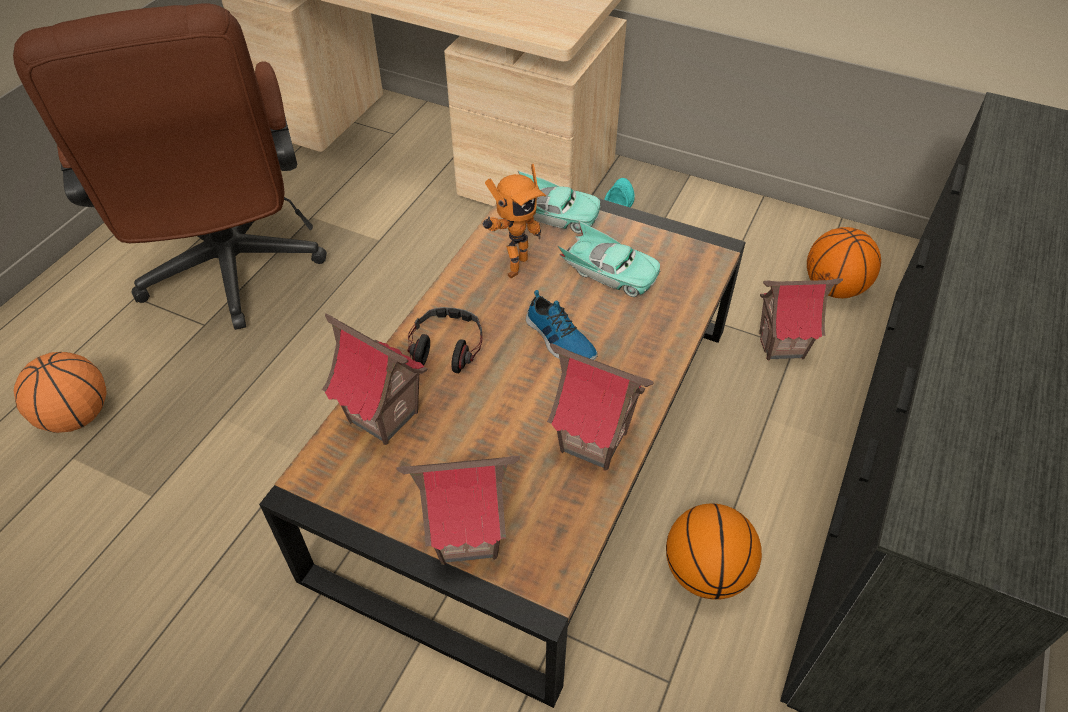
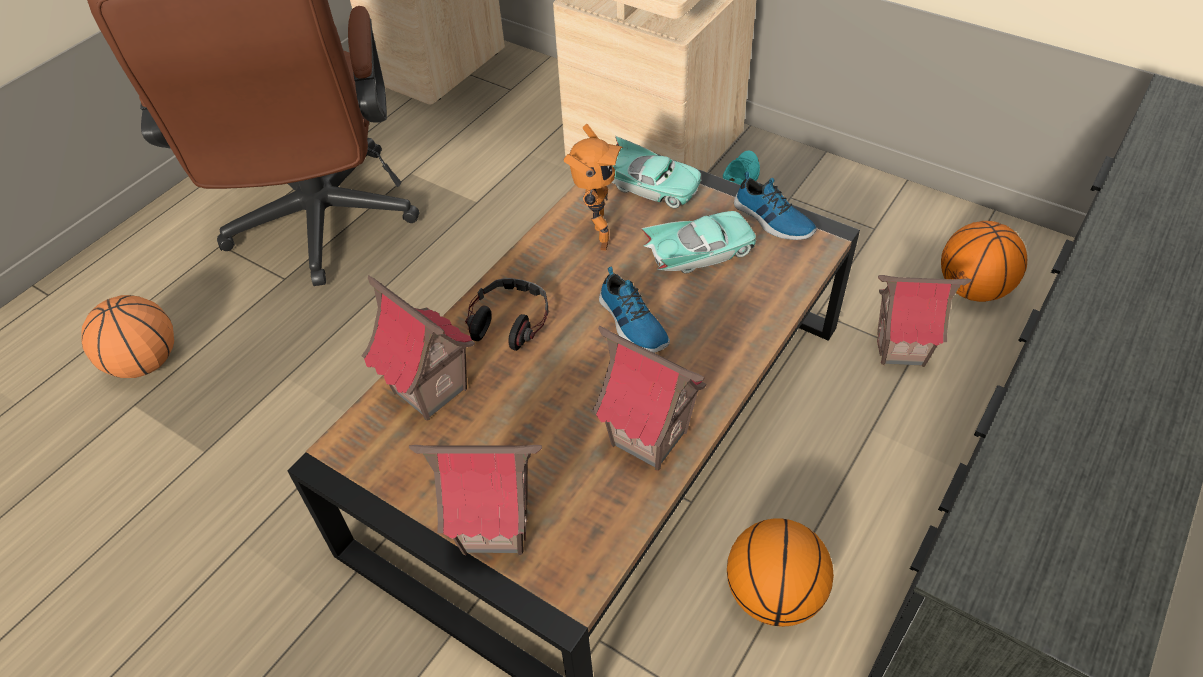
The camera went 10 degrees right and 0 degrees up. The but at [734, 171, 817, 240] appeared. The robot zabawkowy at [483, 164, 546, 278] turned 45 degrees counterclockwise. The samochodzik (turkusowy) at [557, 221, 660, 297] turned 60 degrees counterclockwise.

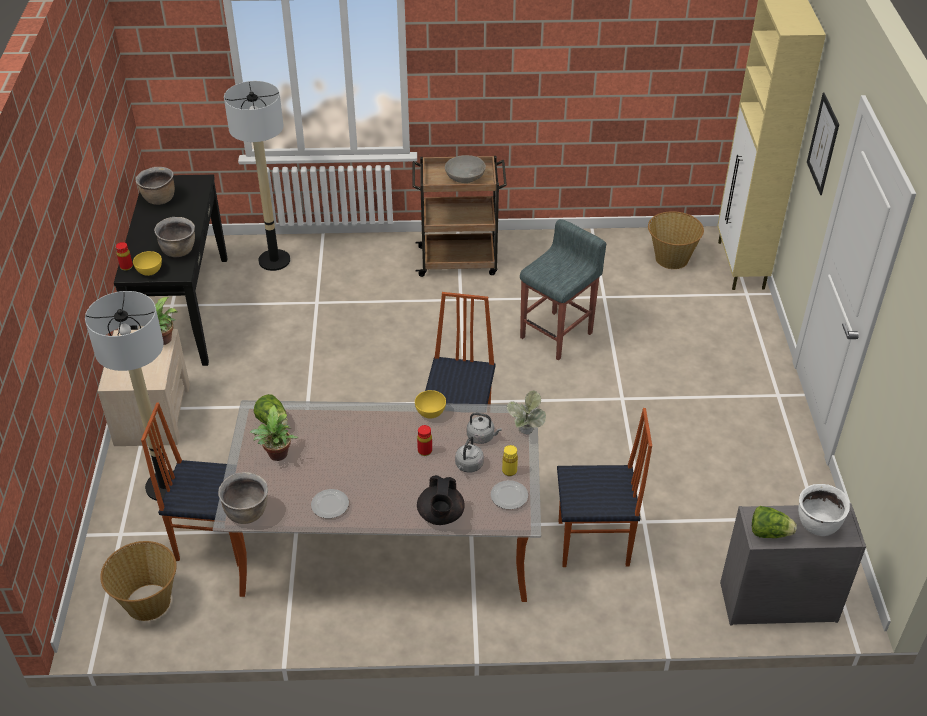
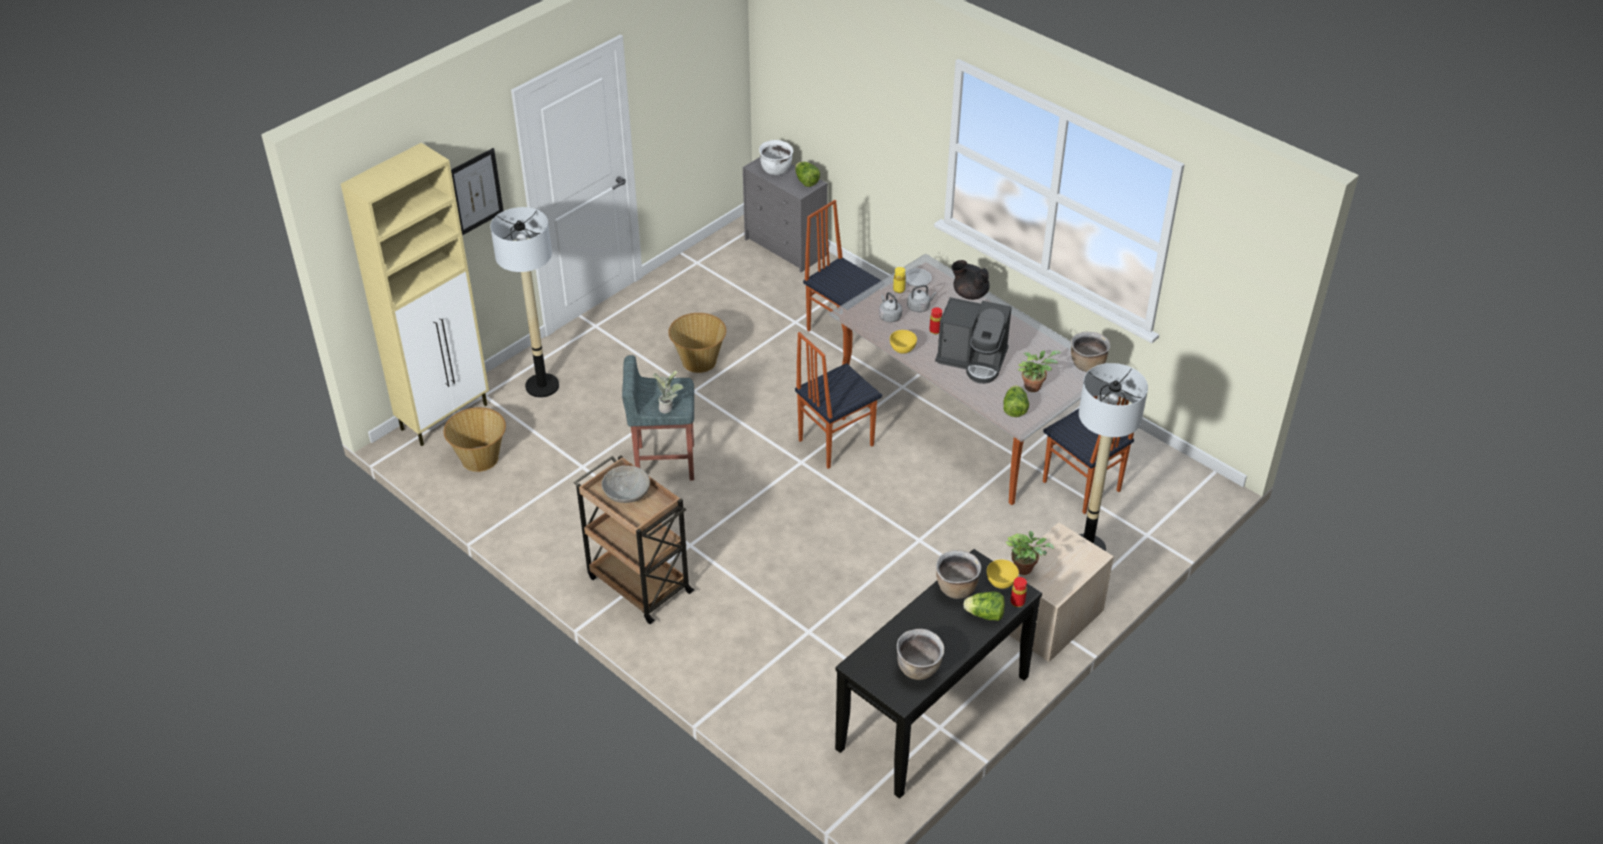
The camera went 135 degrees left and 0 degrees up. The talerz at [311, 489, 349, 518] disappeared. The ekspres do kawy at [935, 297, 1012, 384] appeared. The sałata at [963, 592, 1005, 621] appeared. The koszyk moved from [100, 541, 177, 621] to [668, 313, 726, 373]. The lampa stojąca moved from [224, 81, 290, 271] to [490, 207, 559, 398]. The roślina doniczkowa moved from [506, 391, 546, 435] to [652, 371, 684, 414]. The imbryk (czarny) at [417, 475, 465, 525] turned 105 degrees counterclockwise.

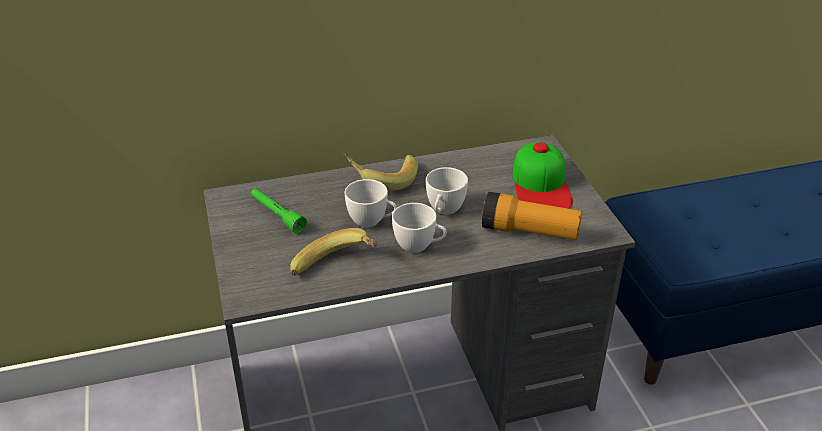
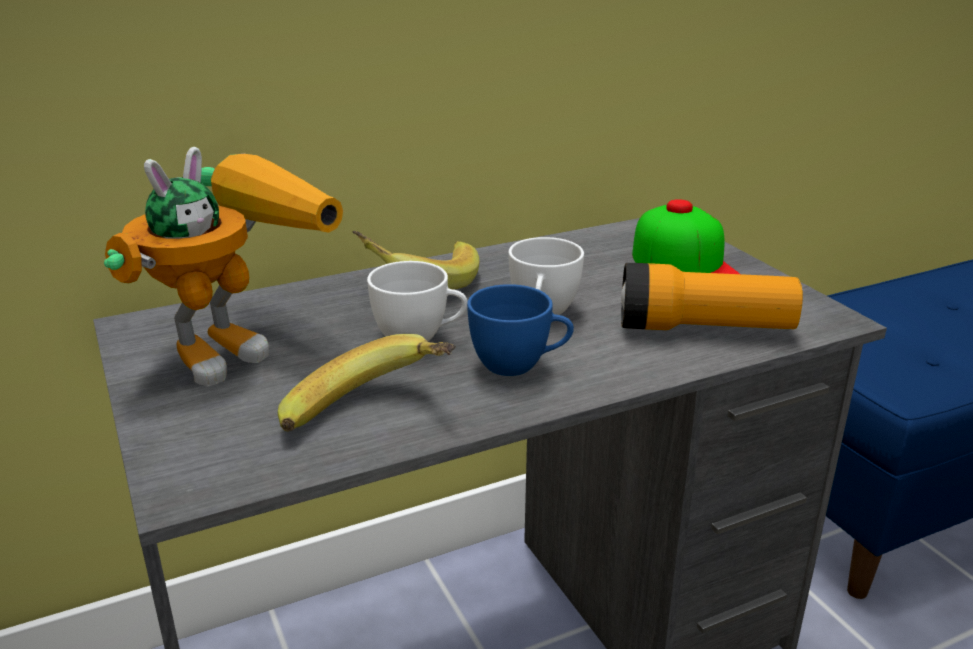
The camera went 10 degrees left and 10 degrees down. The latarka (zielony) at [251, 188, 307, 233] was replaced by the robot zabawkowy at [104, 147, 343, 386]. The filiżanka (biały) at [392, 203, 447, 253] became the filiżanka (niebieski) at [467, 284, 574, 376].

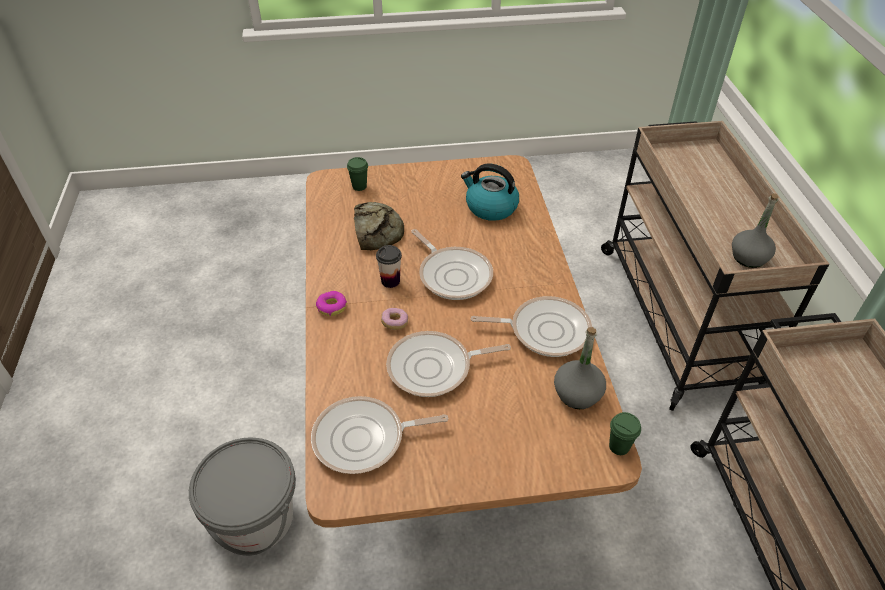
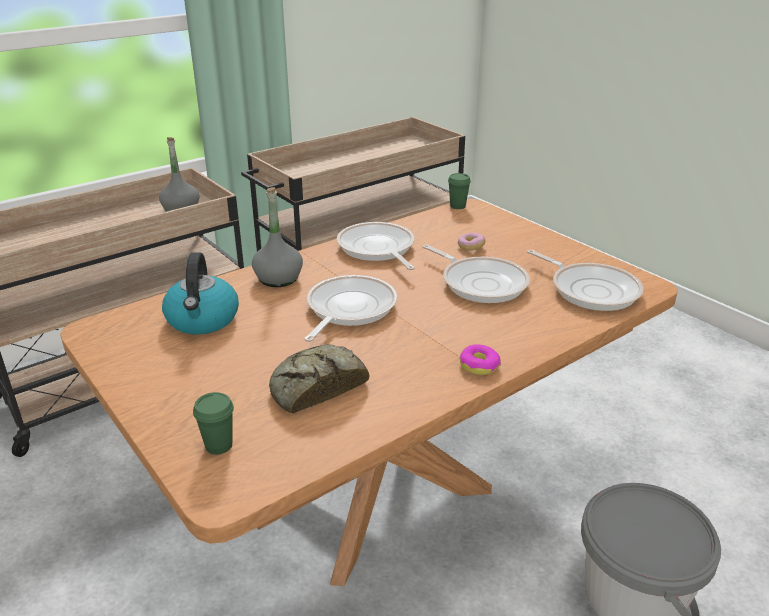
The camera went 120 degrees left and 15 degrees down. The filiżanka at [376, 245, 402, 288] disappeared. The donut moved from [381, 308, 408, 330] to [458, 233, 485, 250]. The butelka (szary) moved from [554, 327, 606, 409] to [252, 187, 303, 287].

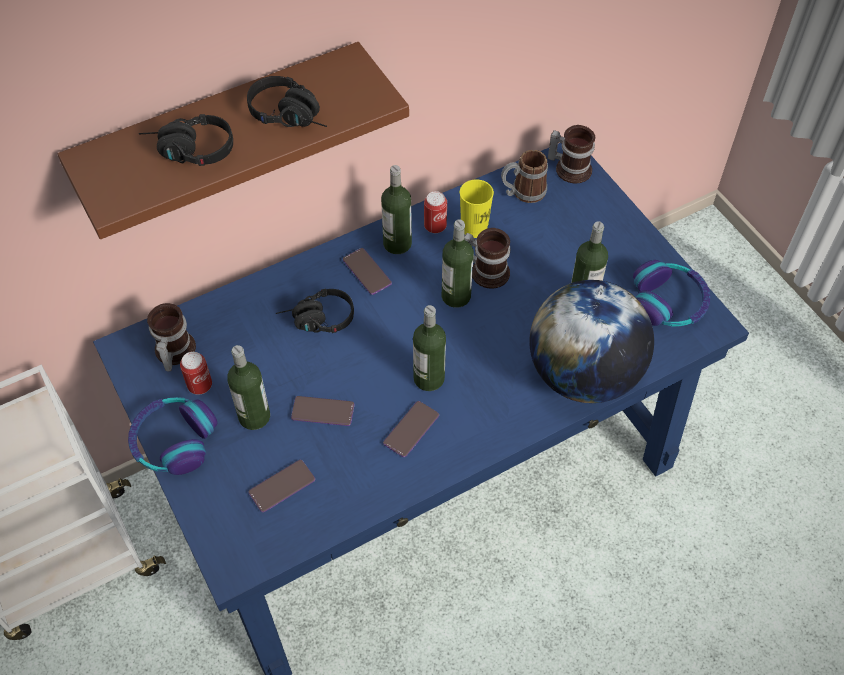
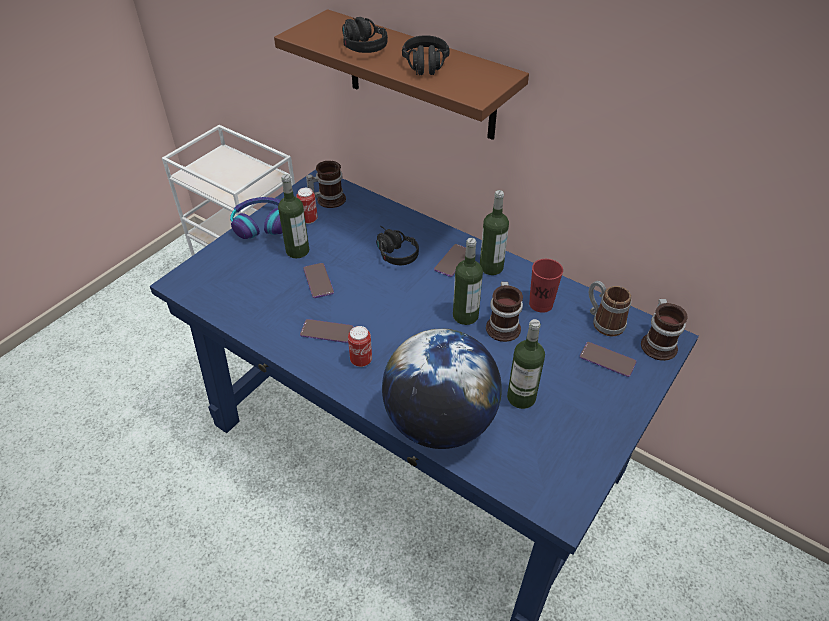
The camera went 65 degrees right and 10 degrees down. The butelka at [413, 305, 446, 391] disappeared. The słuchawki at [633, 260, 710, 326] disappeared. The telefon moved from [248, 460, 315, 512] to [580, 342, 636, 377]. The puszka moved from [424, 191, 447, 233] to [348, 326, 372, 367]. The filiżanka (żółty) at [460, 179, 494, 238] became the filiżanka (czerwony) at [529, 259, 563, 313].

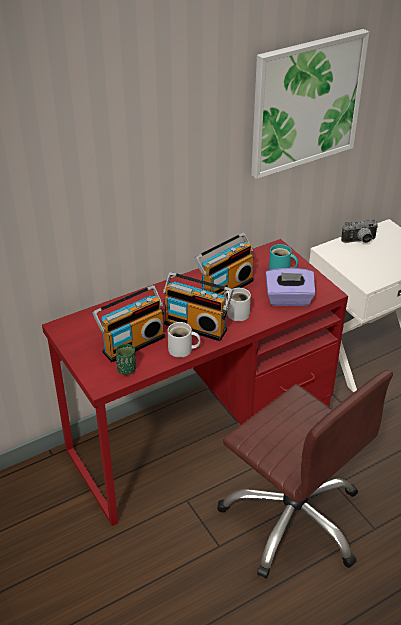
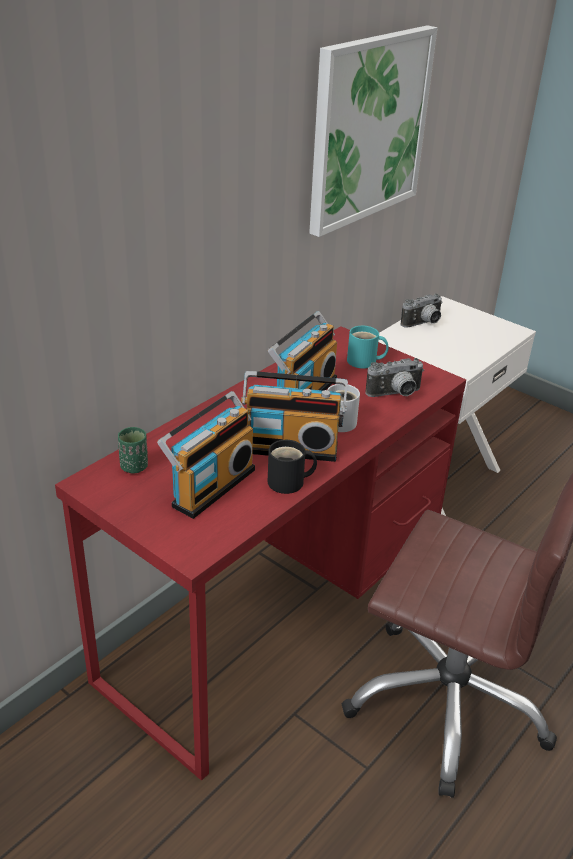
The camera went 20 degrees left and 5 degrees down. The filiżanka (zielony) moved from [116, 343, 136, 375] to [118, 427, 148, 474]. The pudełko chusteczek (fioletowy) at [266, 268, 316, 306] was replaced by the aparat fotograficzny at [366, 358, 424, 397]. The kubek (biały) at [168, 322, 201, 358] became the kubek (czarny) at [268, 440, 317, 494].

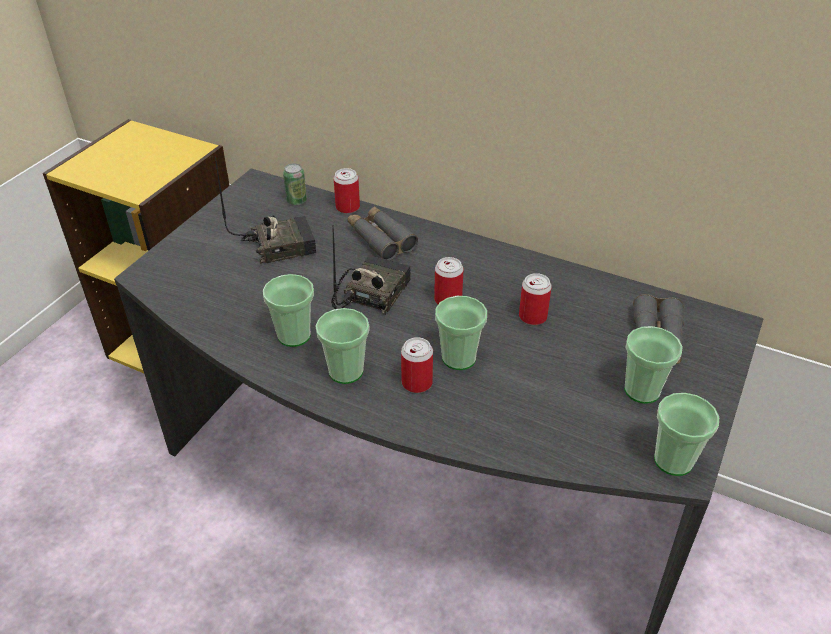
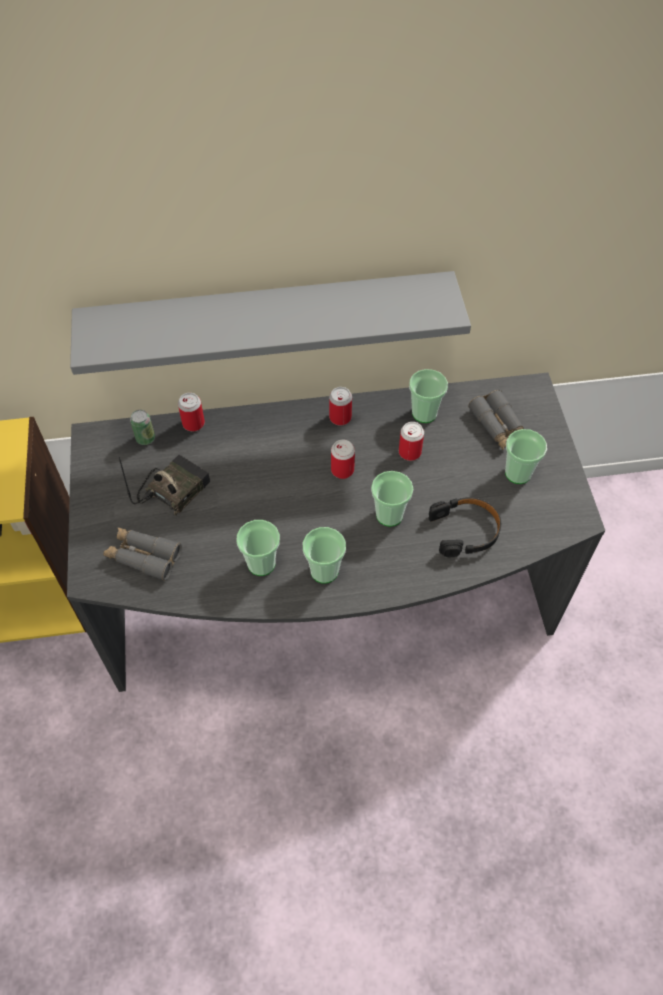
The camera went 35 degrees left and 15 degrees up. The radio at [331, 225, 411, 315] disappeared. The półka (szary) at [70, 271, 471, 375] appeared. The słuchawki (czarny) at [429, 497, 501, 557] appeared. The lornetka (szary) moved from [347, 206, 418, 260] to [103, 527, 182, 581]. The puszka moved from [401, 337, 433, 393] to [329, 387, 352, 426]. The filiżanka moved from [654, 393, 719, 476] to [409, 369, 448, 423].

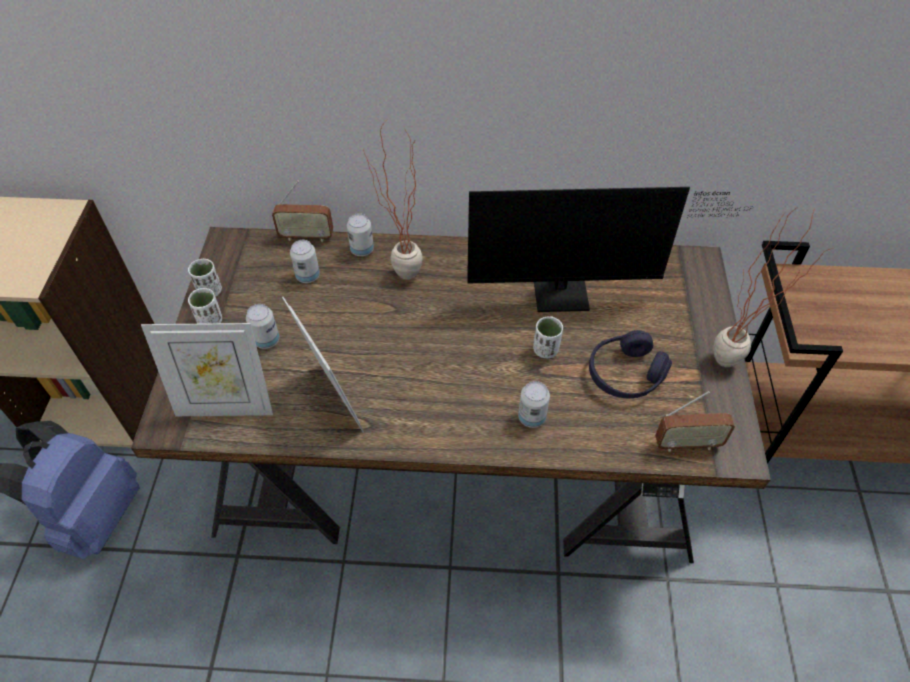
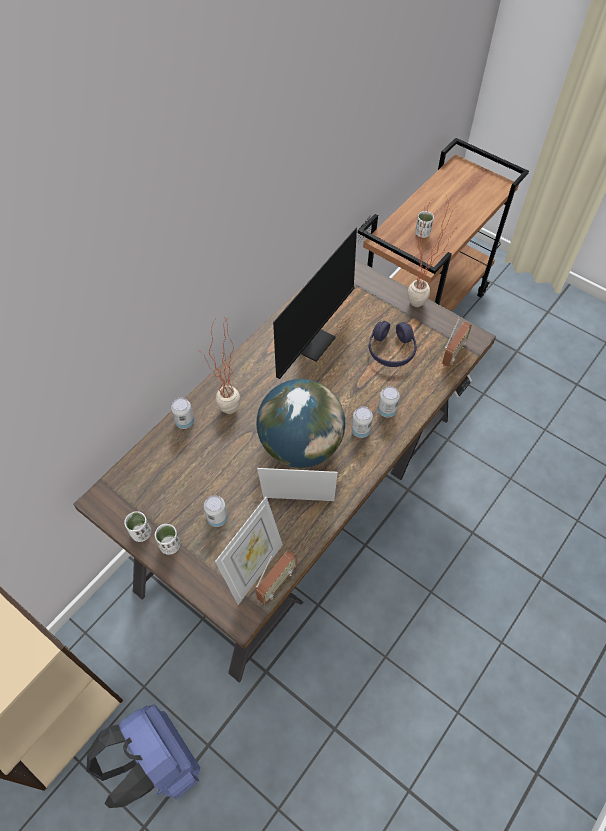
The camera went 55 degrees left and 5 degrees up. The globus at [256, 379, 345, 468] appeared. The radio moved from [272, 180, 333, 242] to [256, 550, 297, 605]. The puszka moved from [290, 240, 320, 283] to [352, 406, 373, 438]. The filiżanka (biały) moved from [533, 316, 563, 358] to [415, 211, 434, 238].

